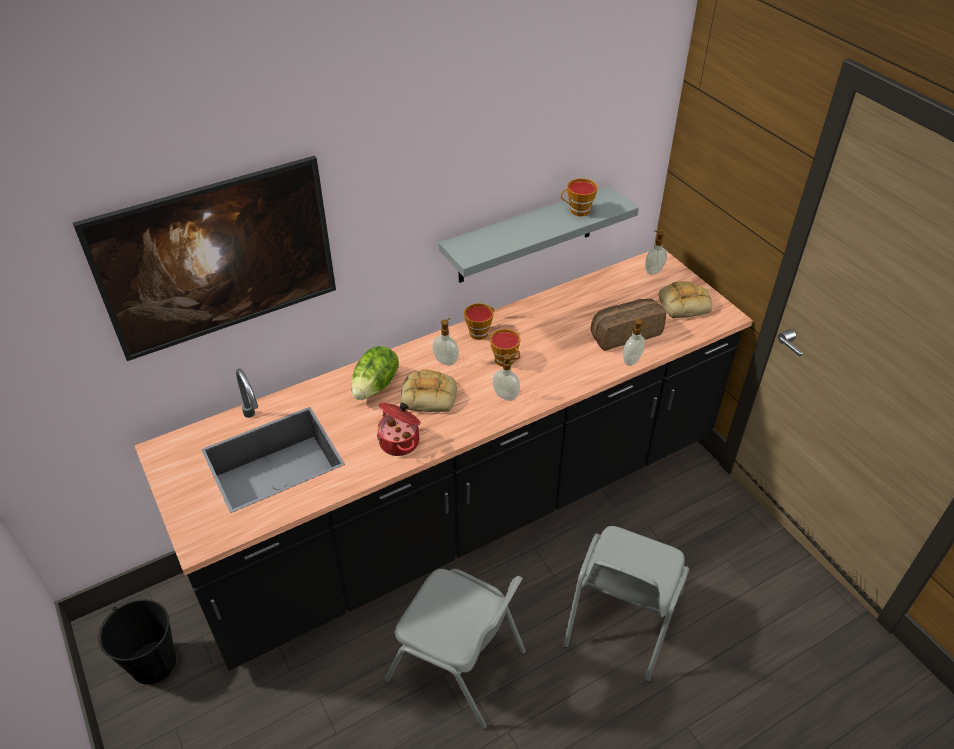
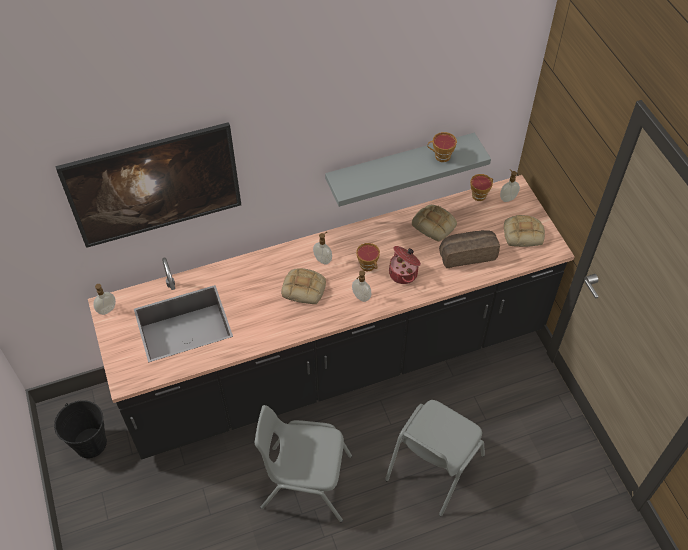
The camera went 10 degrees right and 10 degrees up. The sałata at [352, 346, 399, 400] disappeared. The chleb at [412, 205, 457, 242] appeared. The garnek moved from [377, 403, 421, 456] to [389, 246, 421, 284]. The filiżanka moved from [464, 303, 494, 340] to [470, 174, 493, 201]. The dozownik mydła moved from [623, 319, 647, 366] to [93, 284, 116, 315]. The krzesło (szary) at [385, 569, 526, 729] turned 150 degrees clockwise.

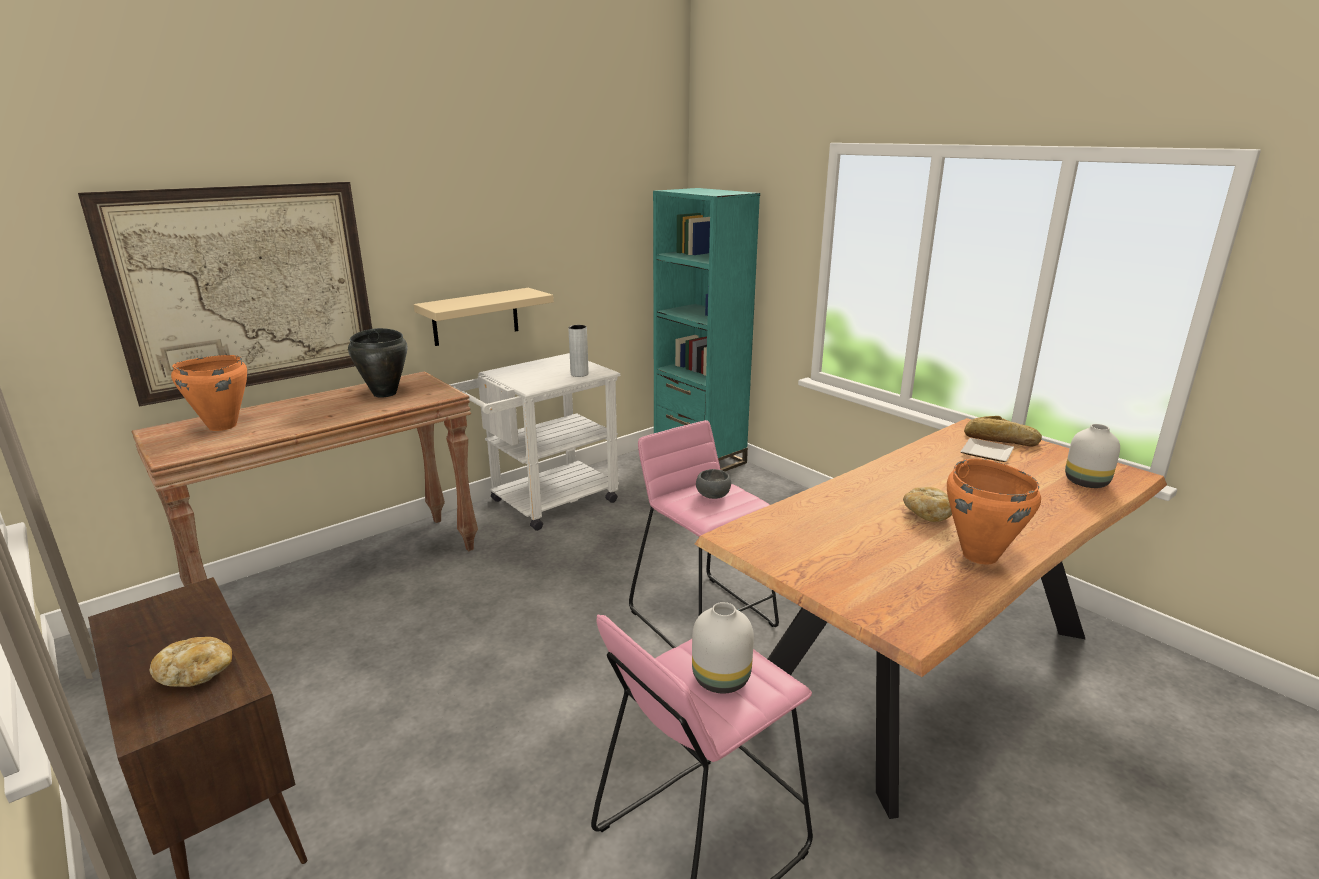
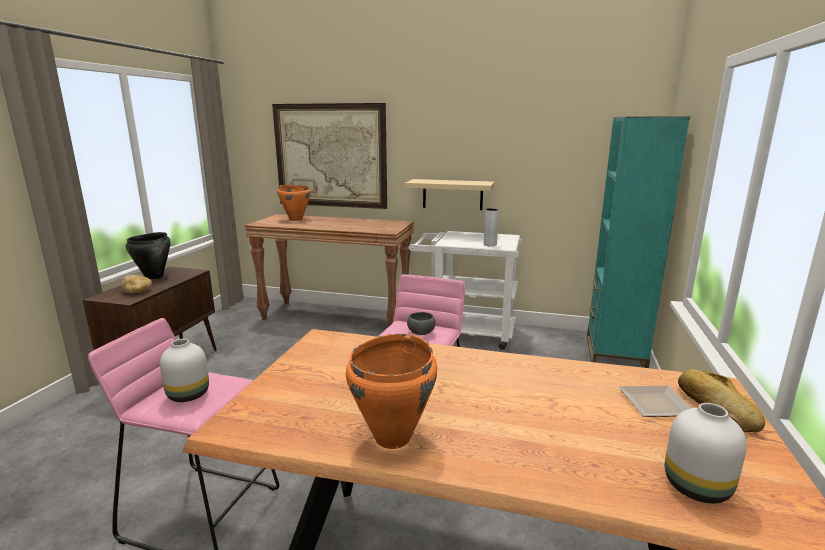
The camera went 55 degrees right and 5 degrees down. The chleb at [903, 487, 952, 522] disappeared. The garnek (czarny) moved from [348, 328, 407, 397] to [126, 232, 171, 279].

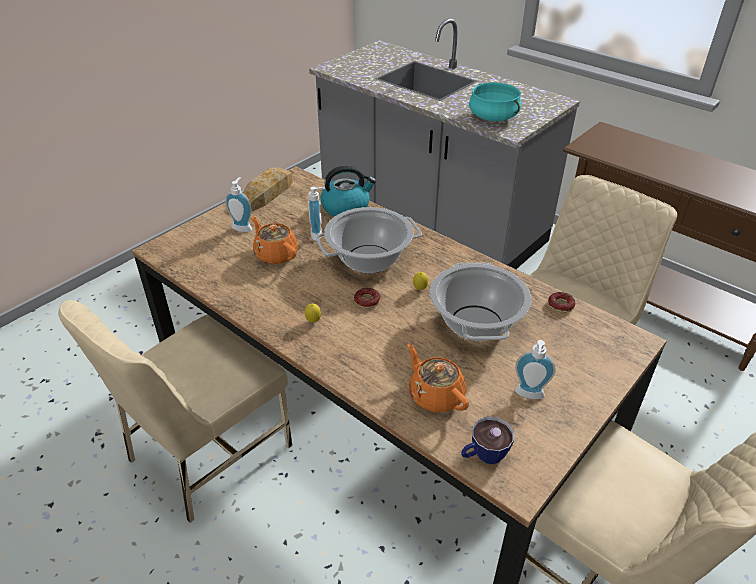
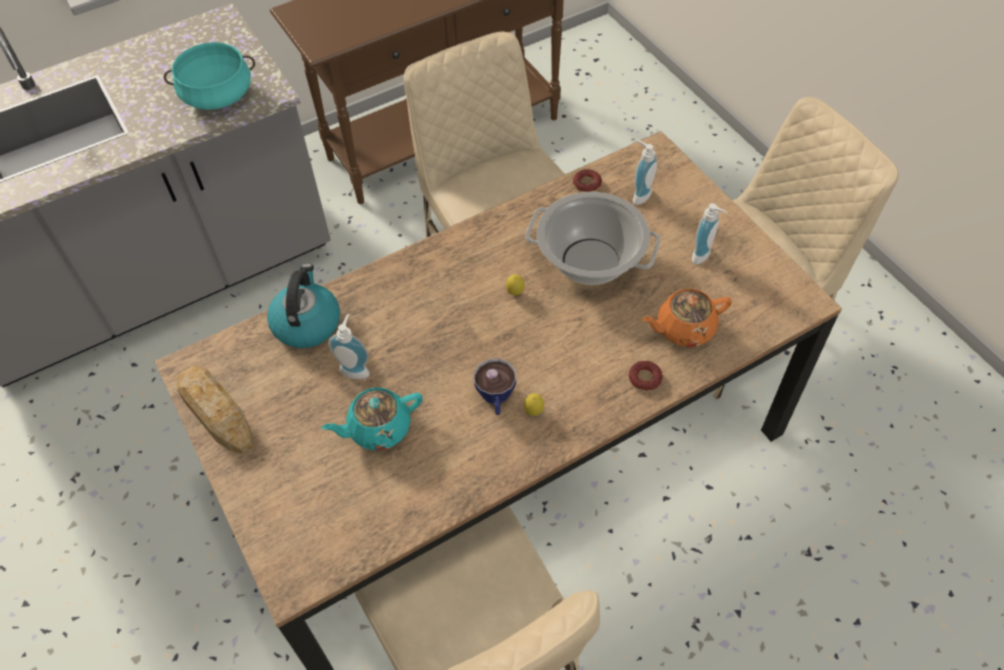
The camera went 70 degrees left and 15 degrees up. The garnek at [316, 207, 422, 274] disappeared. The dozownik mydła moved from [225, 177, 252, 232] to [633, 140, 657, 205]. The donut moved from [354, 288, 380, 308] to [629, 361, 663, 391]. The filiżanka moved from [461, 417, 514, 464] to [473, 359, 516, 415]. The imbryk (pomarańczowy) at [251, 216, 298, 264] became the imbryk (turkusowy) at [321, 387, 423, 451].

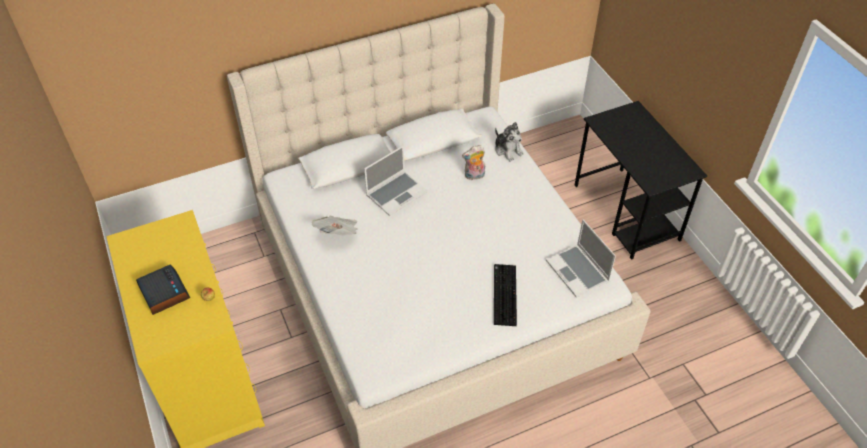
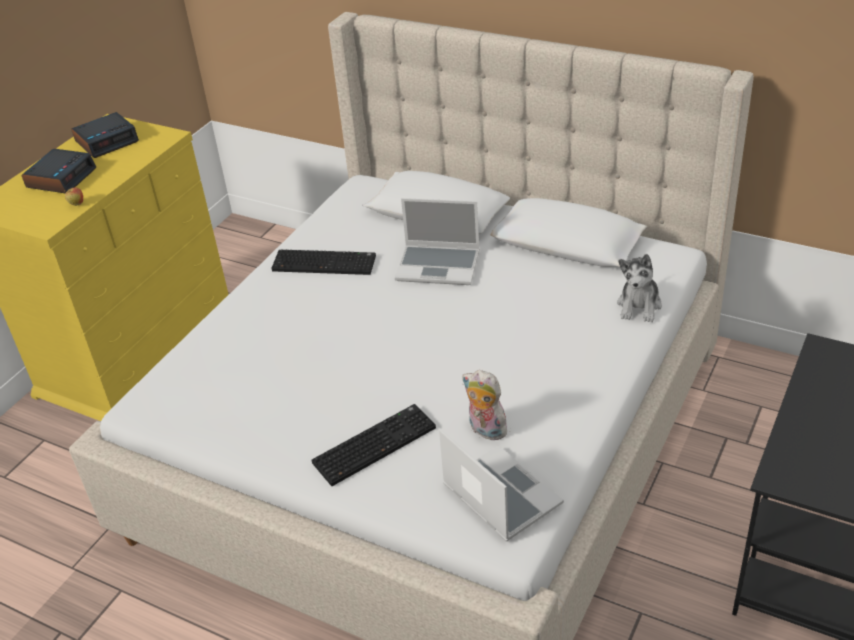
The camera went 55 degrees right and 10 degrees down. The budzik at [71, 112, 139, 158] appeared. The pluszak moved from [462, 145, 485, 180] to [462, 370, 507, 440]. The gazeta at [312, 216, 358, 236] was replaced by the klawiatura at [271, 249, 376, 275]. The laptop at [546, 219, 616, 298] turned 120 degrees clockwise.

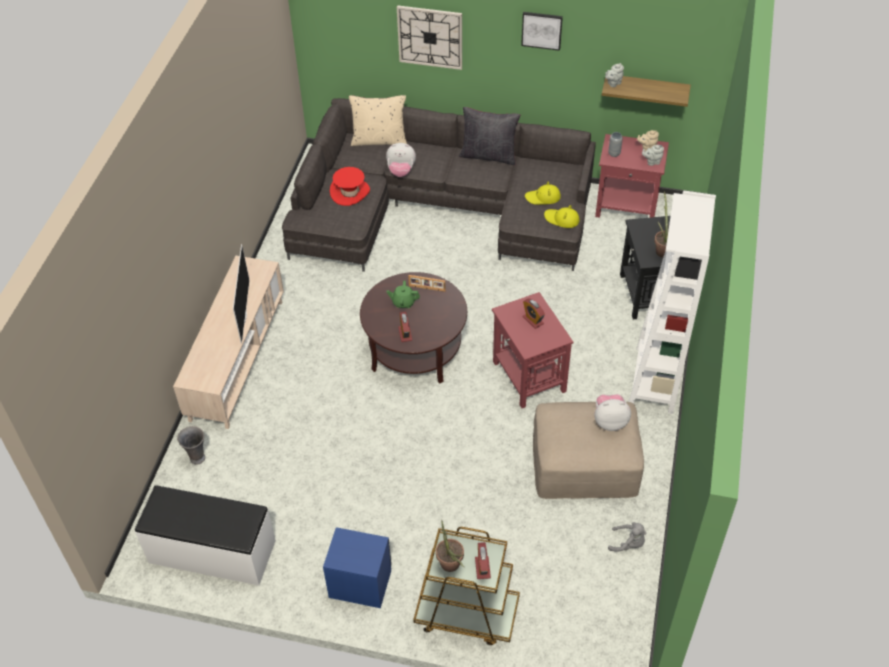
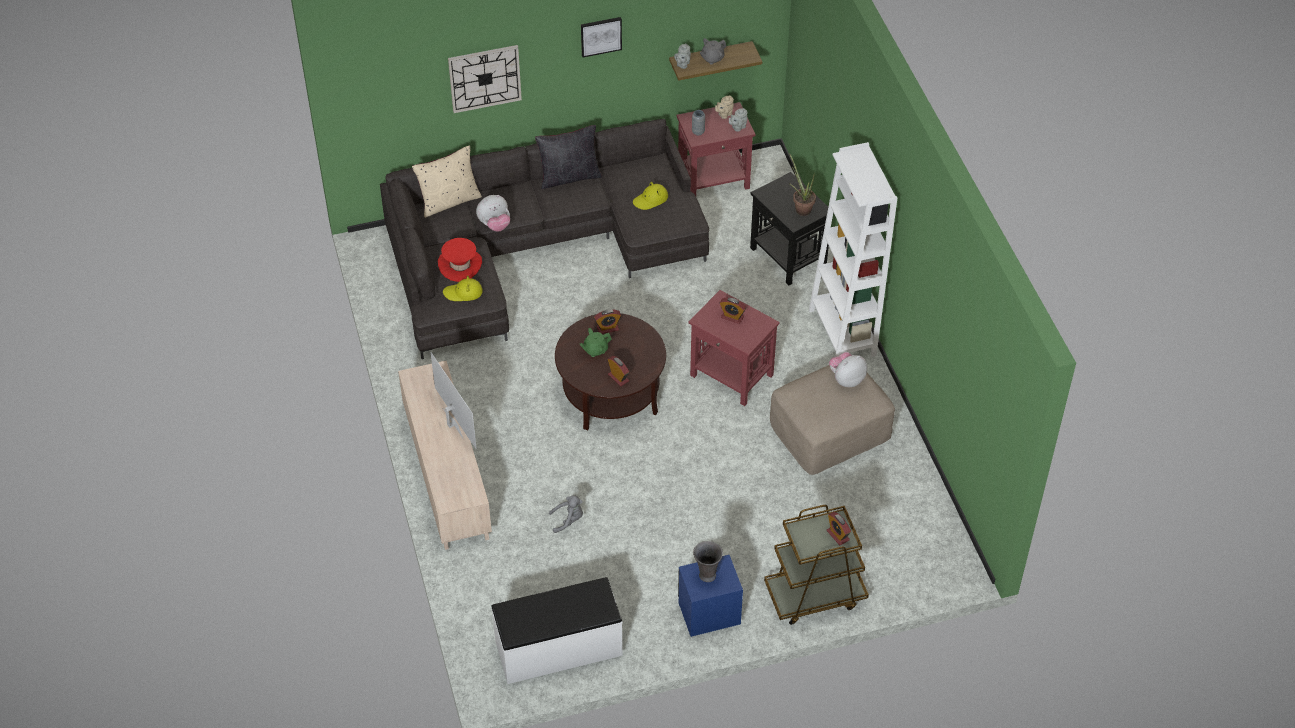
The camera went 30 degrees left and 0 degrees up. The roślina doniczkowa at [436, 520, 464, 572] disappeared. The imbryk (szary) at [700, 38, 726, 65] appeared. The wazon (szary) moved from [177, 426, 205, 464] to [693, 541, 723, 582]. The kapelusz (żółty) moved from [544, 205, 580, 228] to [443, 276, 483, 301]. The pluszak (szary) moved from [608, 522, 646, 552] to [549, 495, 583, 533]. The ramka na zdjęcie at [408, 275, 446, 292] was replaced by the budzik at [594, 309, 621, 334].

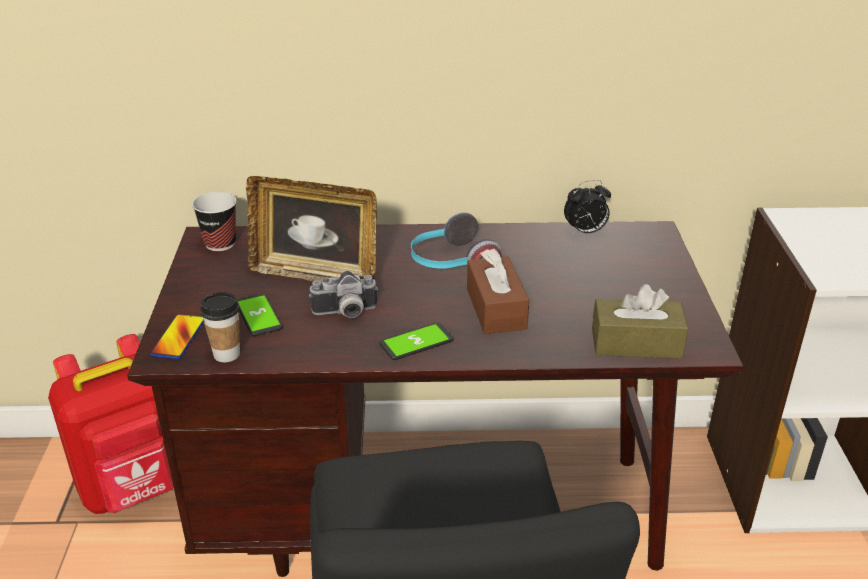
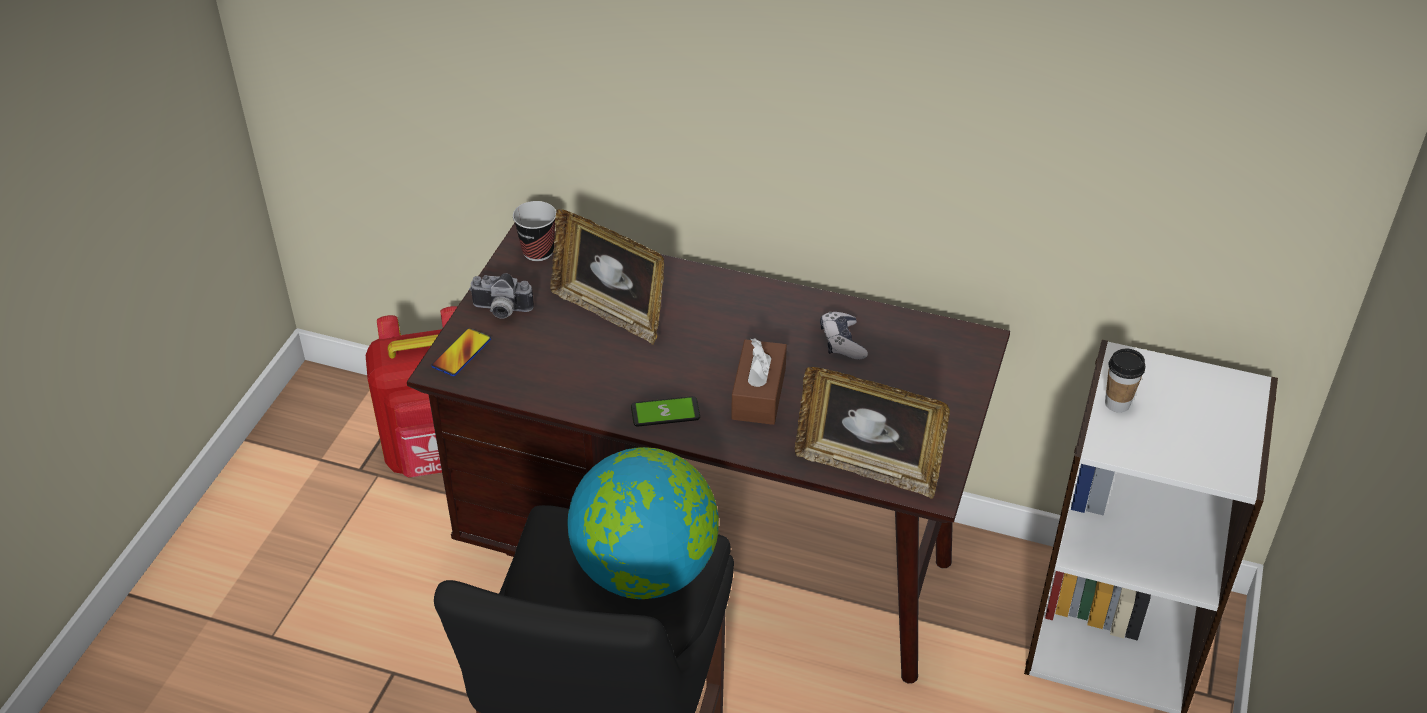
The camera went 20 degrees right and 10 degrees up. The telefon at [237, 293, 283, 336] disappeared. The słuchawki at [411, 213, 502, 269] disappeared. The budzik at [564, 180, 611, 235] disappeared. The globus at [567, 447, 719, 599] appeared. The pad do gier at [820, 312, 868, 359] appeared. The filiżanka moved from [200, 292, 240, 362] to [1105, 349, 1145, 413]. The aparat fotograficzny moved from [309, 271, 378, 318] to [469, 273, 534, 319]. The pudełko chusteczek (brązowy) at [592, 284, 689, 359] was replaced by the ramka na zdjęcie at [795, 367, 950, 499].

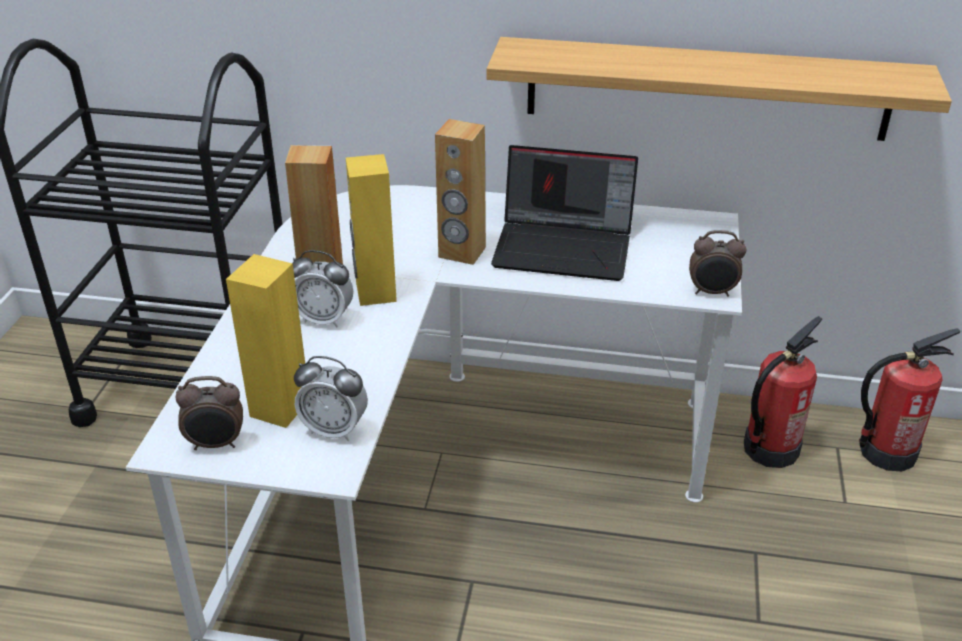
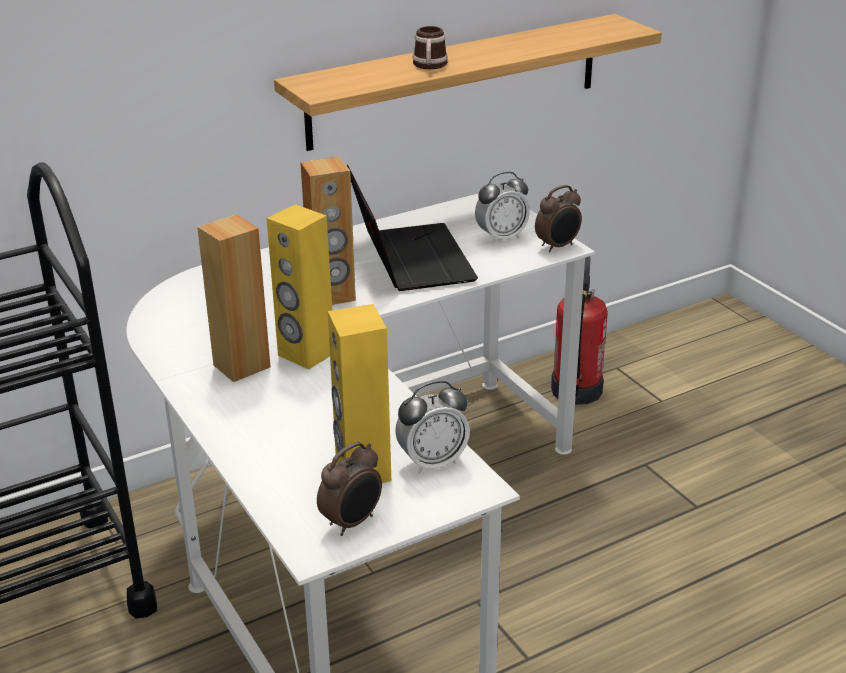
The camera went 40 degrees left and 5 degrees down. The gaśnica at [859, 328, 961, 471] disappeared. The kubek at [413, 26, 448, 69] appeared. The budzik moved from [292, 250, 353, 327] to [475, 172, 530, 244]. The laptop at [491, 145, 638, 281] turned 75 degrees counterclockwise.

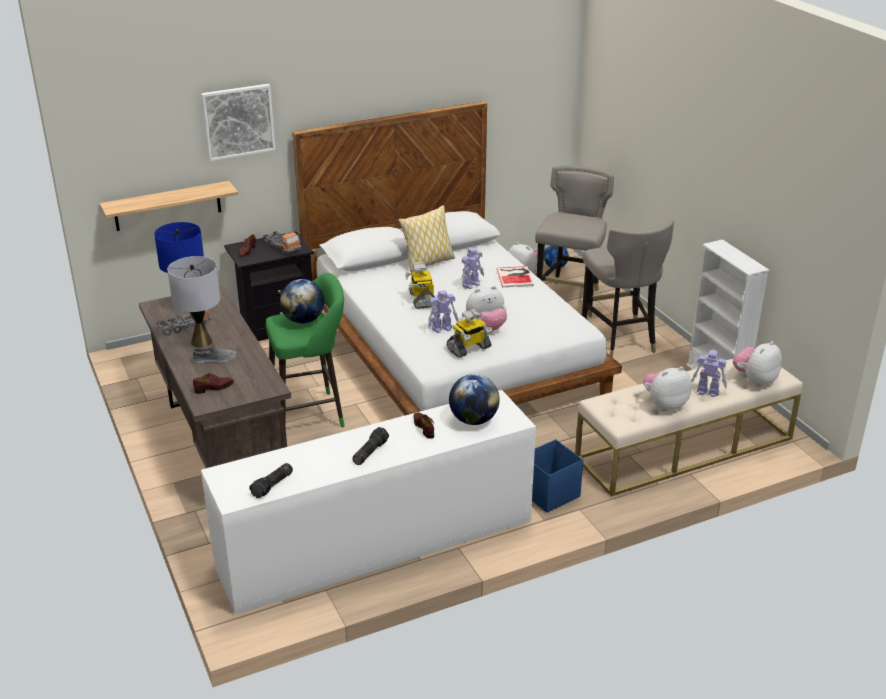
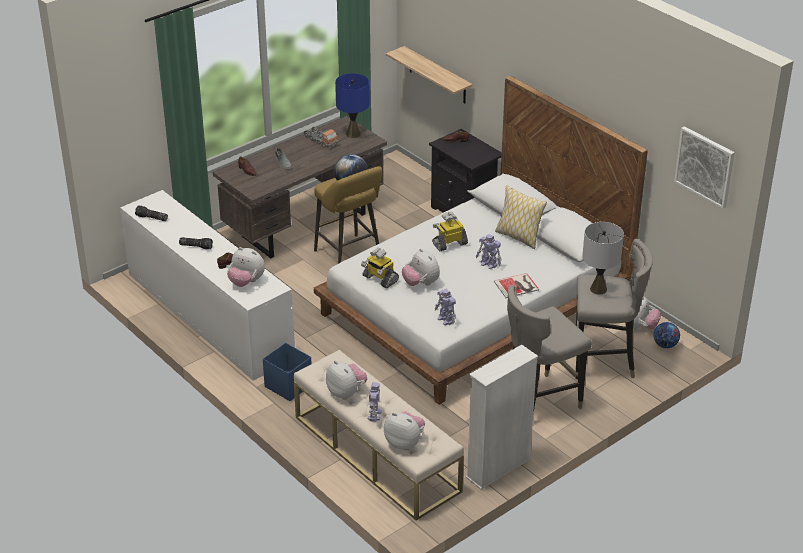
The camera went 75 degrees right and 5 degrees up. The ciężarówka zabawkowa at [263, 231, 301, 254] disappeared. The lampa stołowa (szary) moved from [167, 256, 220, 347] to [582, 222, 624, 295]. The obraz moved from [201, 84, 276, 161] to [674, 126, 735, 209]. The robot zabawkowy moved from [428, 290, 458, 333] to [435, 289, 456, 325]. The globus at [449, 374, 500, 425] was replaced by the pluszak at [227, 247, 265, 287]. The stołek (zielony) at [266, 273, 345, 428] became the stołek (żółty) at [314, 166, 382, 264].

